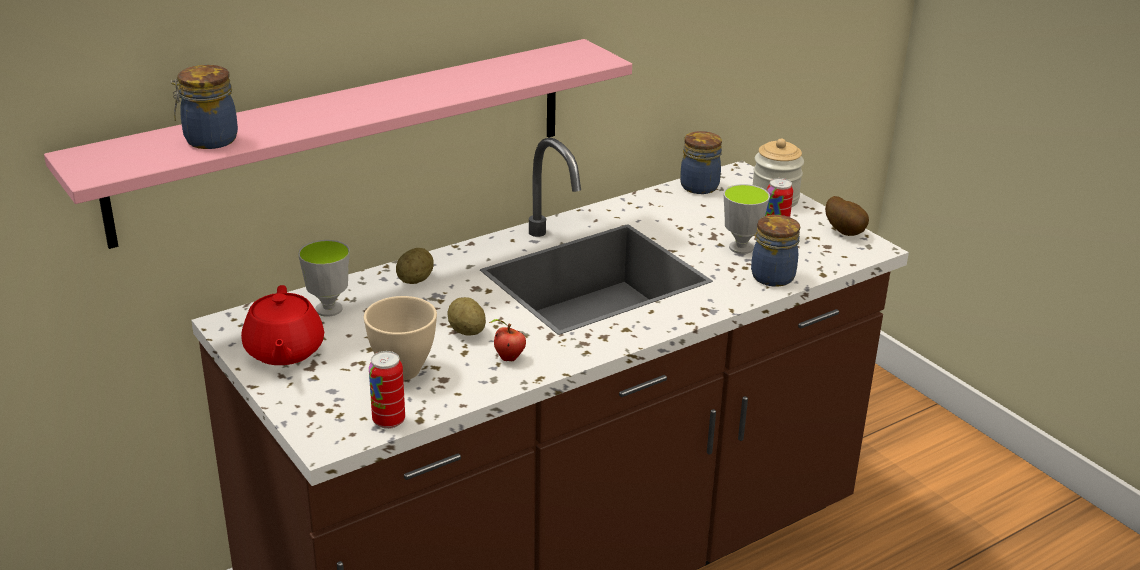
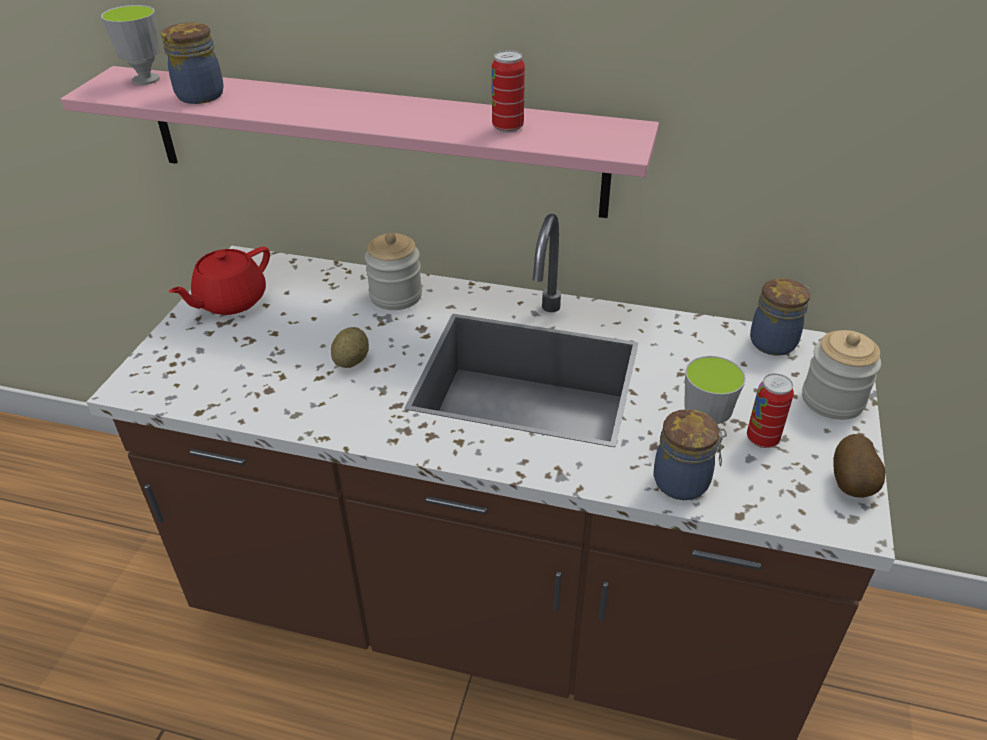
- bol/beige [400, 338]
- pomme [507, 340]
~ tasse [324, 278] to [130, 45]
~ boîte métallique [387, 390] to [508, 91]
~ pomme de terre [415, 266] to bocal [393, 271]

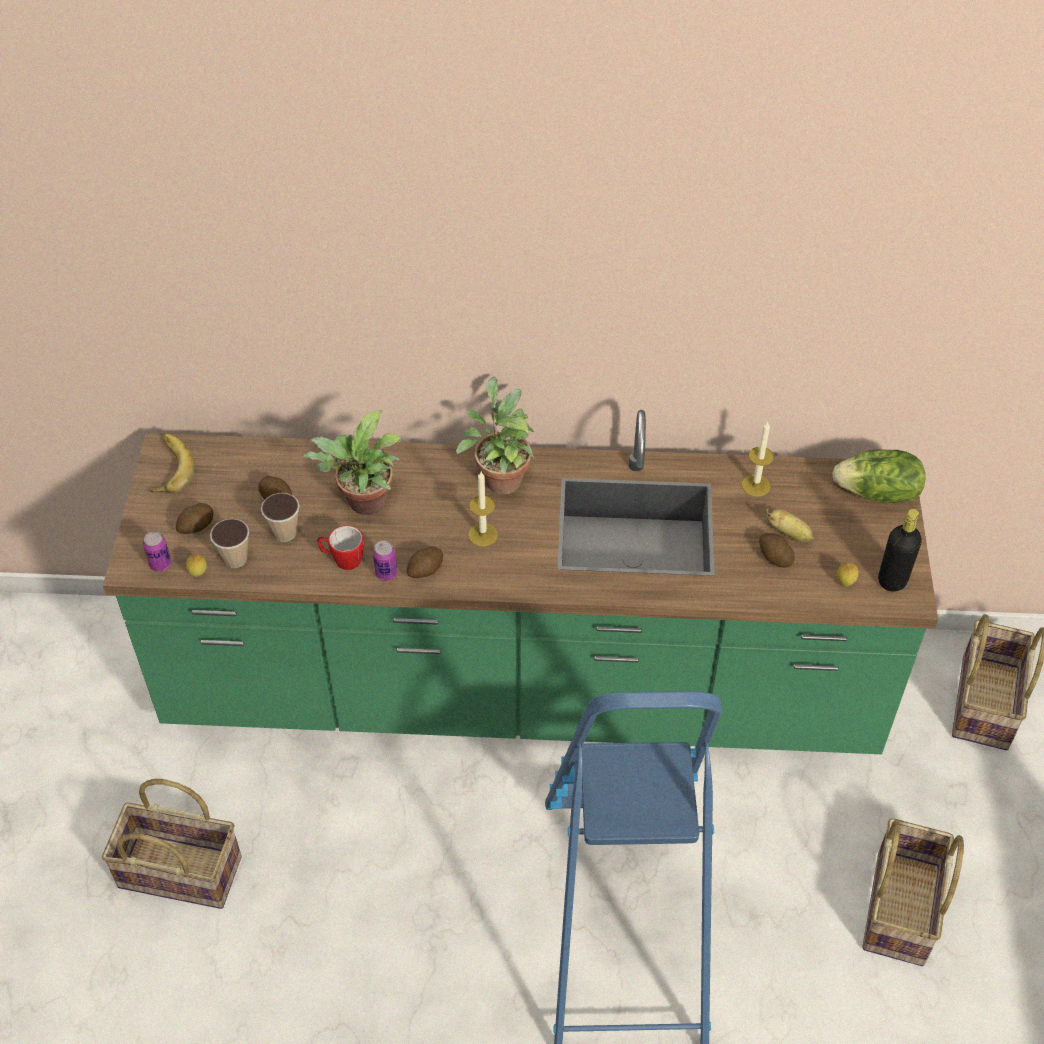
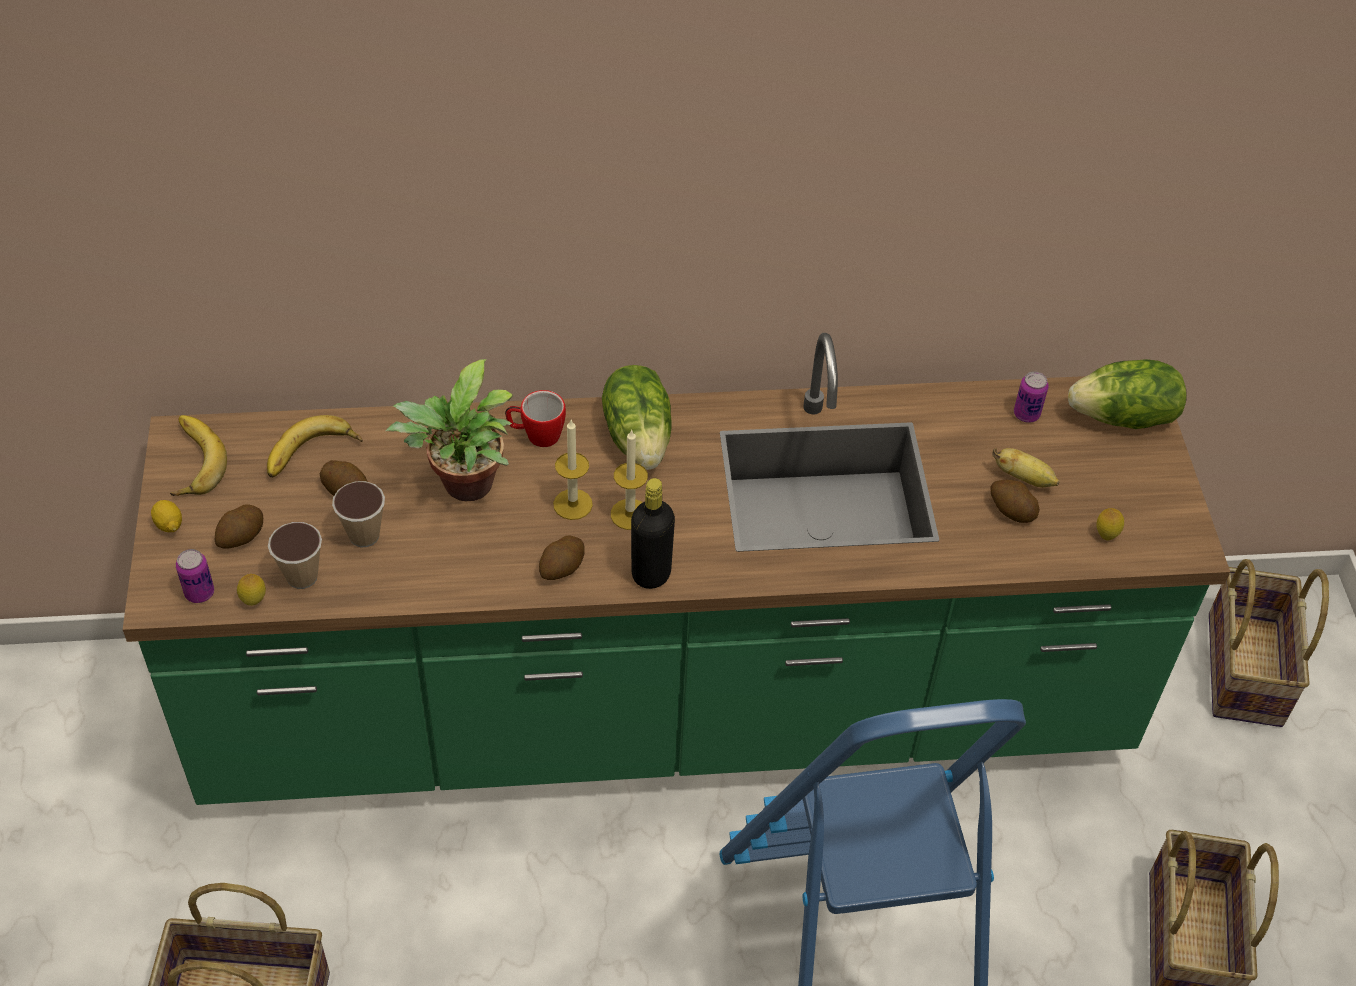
+ citron [166, 516]
+ banane [314, 446]
~ mug [340, 548] to [535, 418]
~ boîte métallique [385, 561] to [1031, 397]
~ bougie [757, 459] to [573, 470]
~ bouteille/noir [900, 550] to [653, 533]
~ plante en pot [495, 435] to laitue [637, 417]

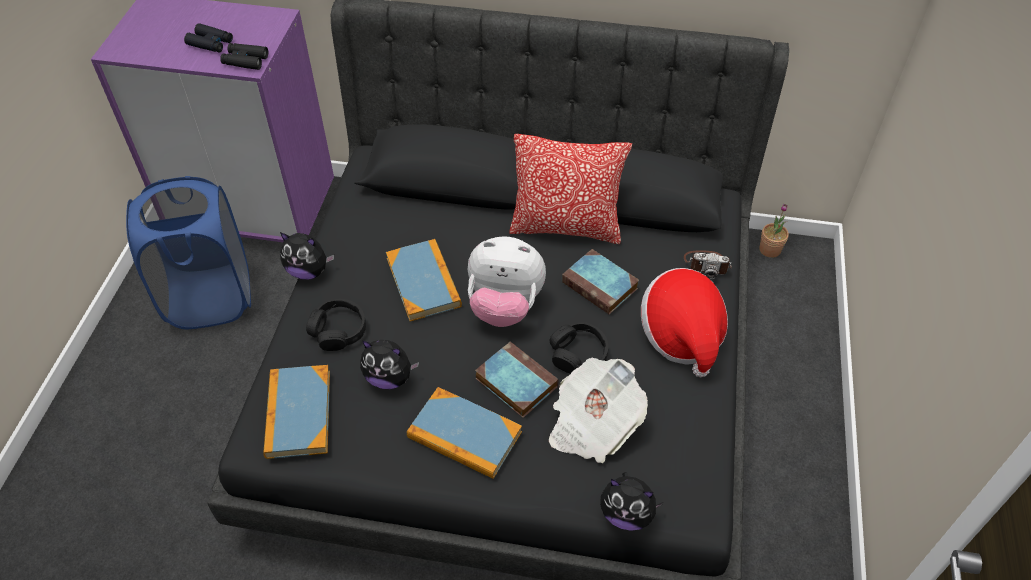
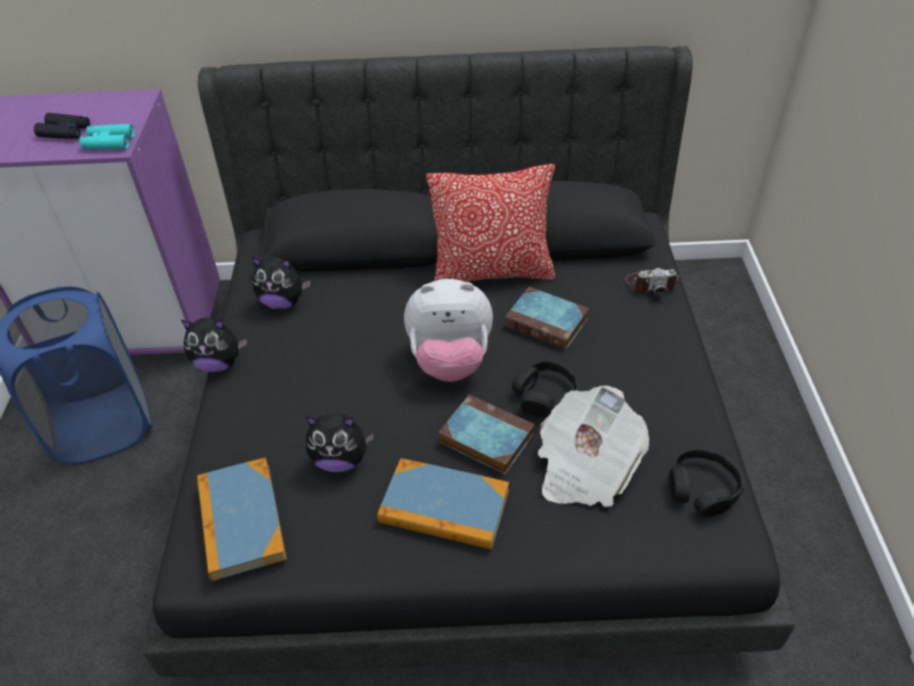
- livre [424, 280]
- chapeau [684, 323]
- plante en pot [774, 231]
~ casque audio/noir [336, 325] to [706, 482]
~ peluche [632, 501] to [281, 283]
~ jumelles/noir [244, 56] to jumelles/turquoise [107, 136]

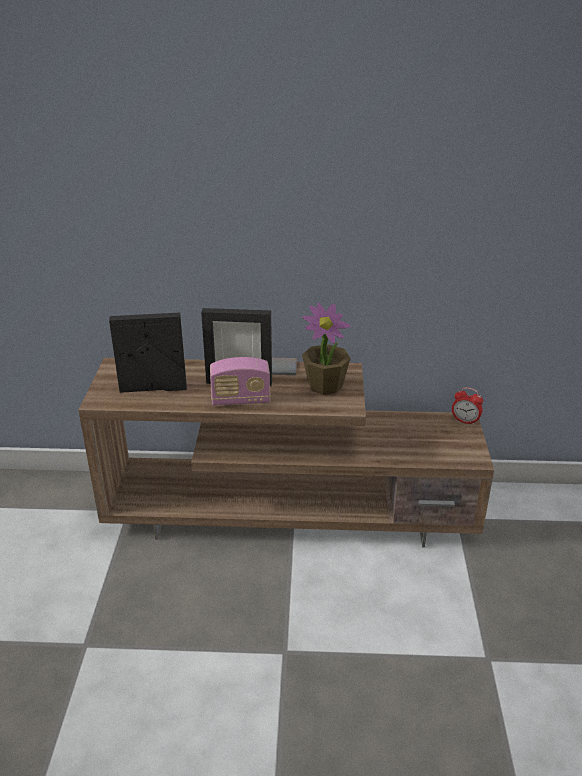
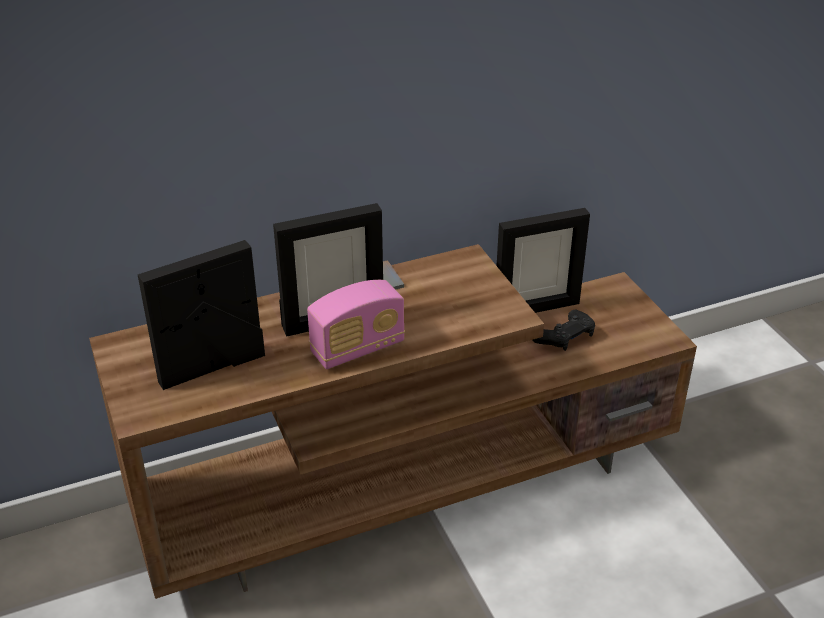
- plante en pot [326, 349]
- réveil [467, 406]
+ cadre photo [543, 260]
+ manette/noir [563, 330]

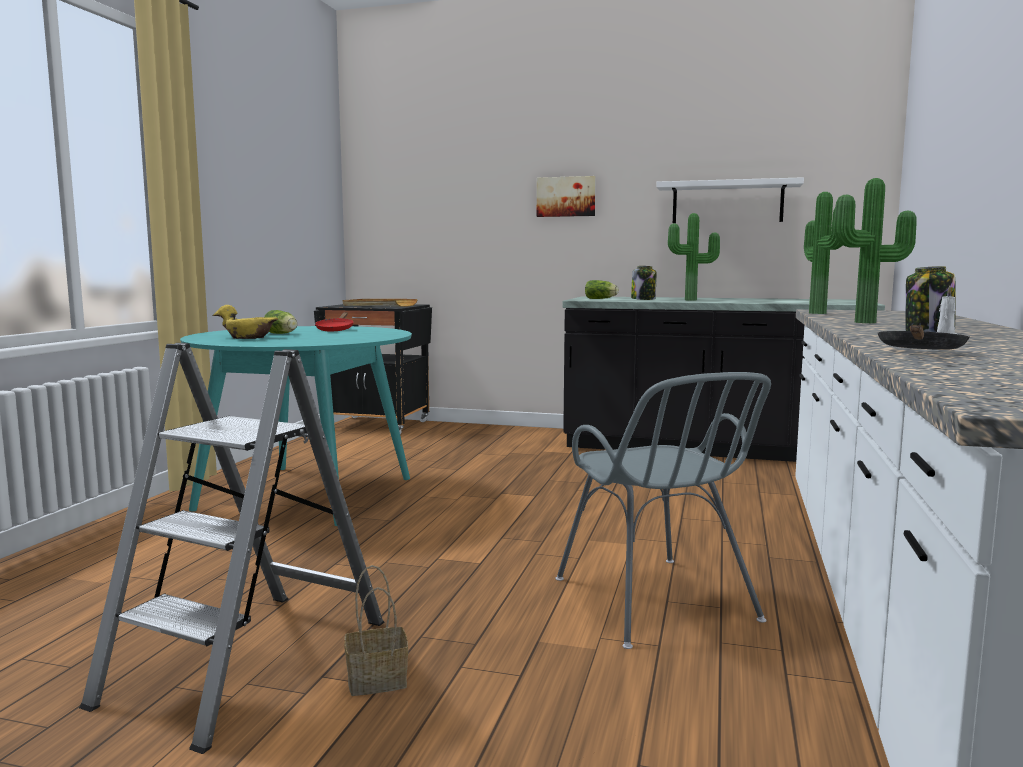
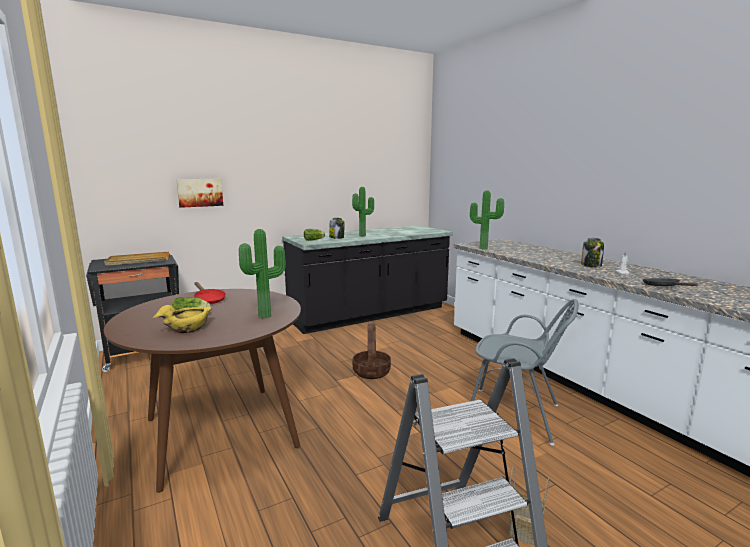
- étagère/blanc [730, 200]
+ panier [372, 351]
~ tableau [566, 196] to [199, 193]
~ plante en pot [875, 250] to [262, 274]
~ table à manger/turquoise [296, 426] to table à manger/marron [202, 391]

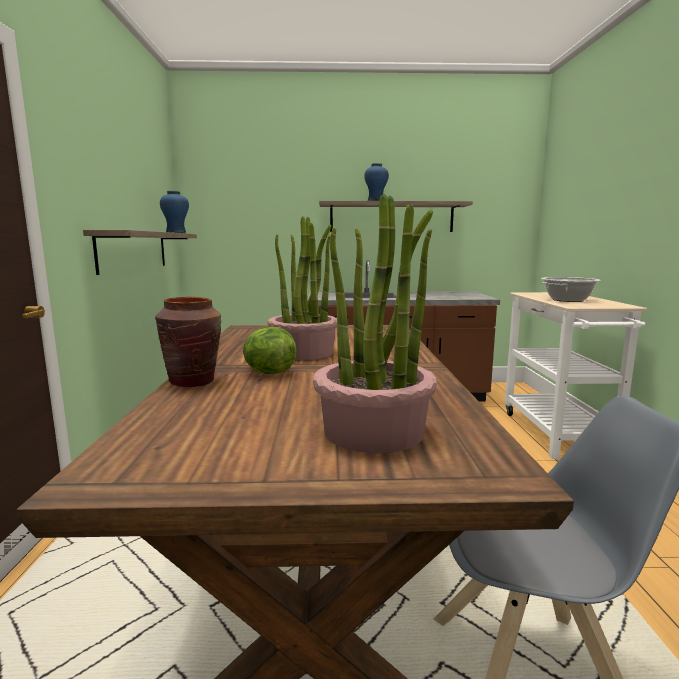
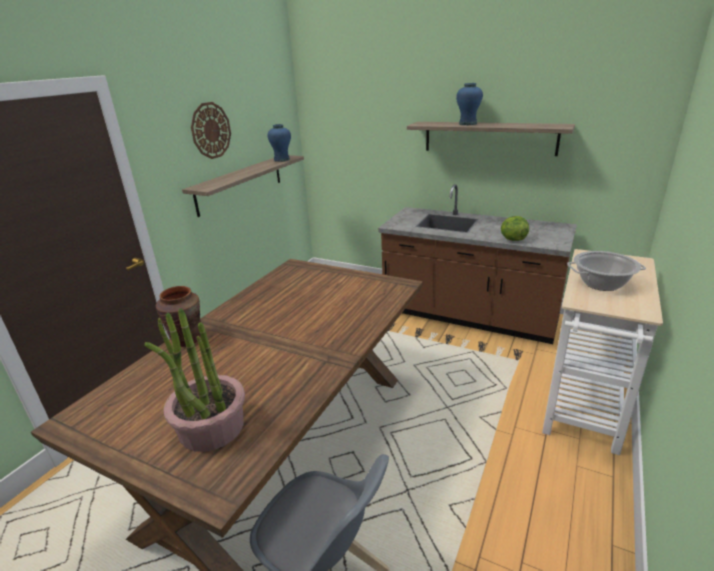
- plante en pot [302, 288]
+ horloge murale [211, 130]
~ laitue [270, 350] to [515, 228]

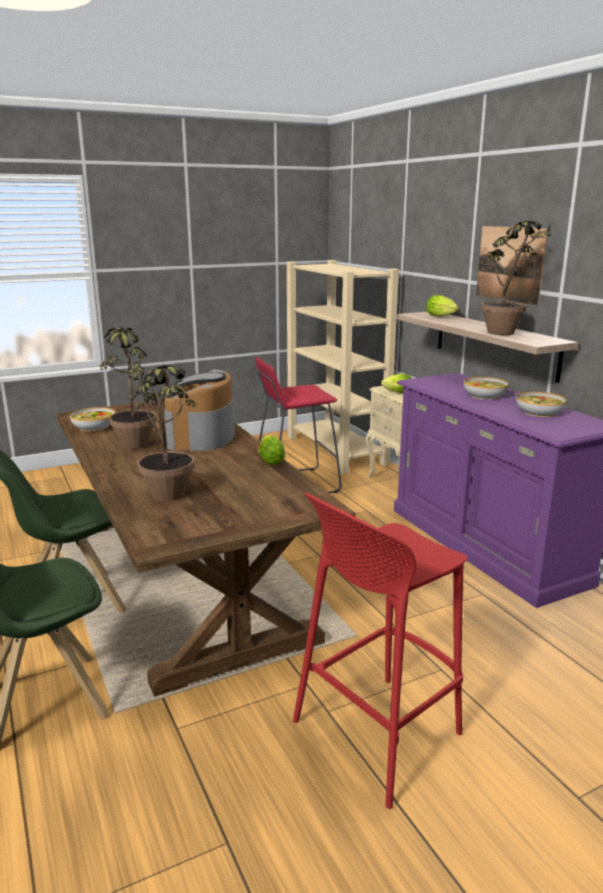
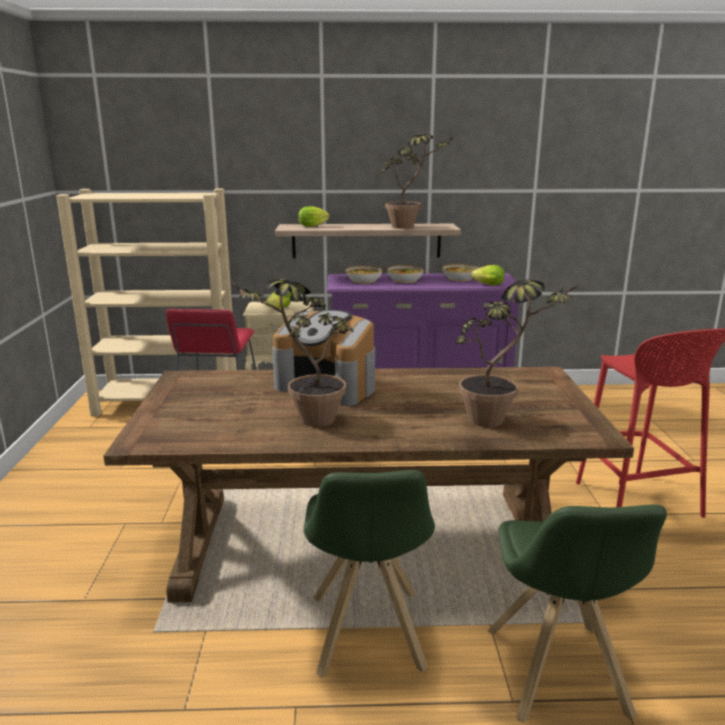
- tableau [512, 266]
~ bol [92, 419] to [364, 275]
~ laitue [272, 450] to [488, 275]

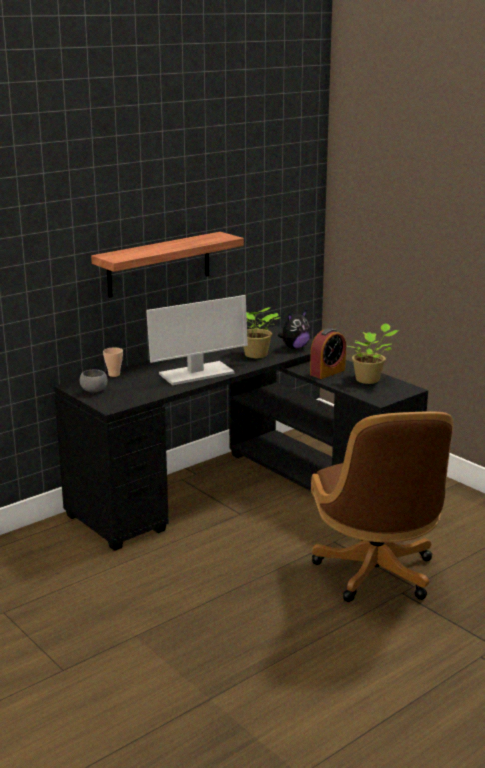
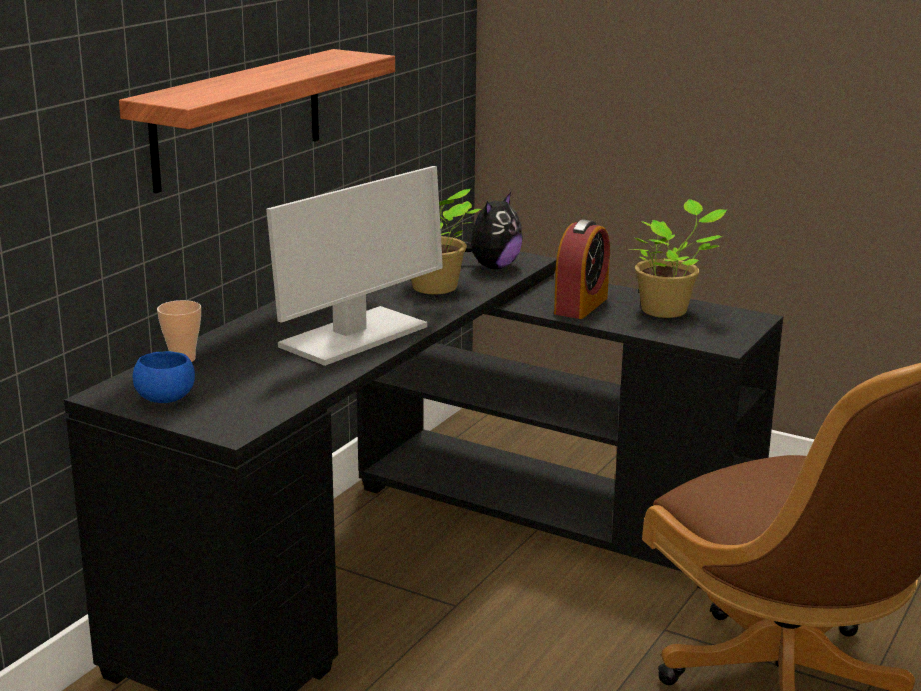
~ bol/gris [94, 381] to bol/bleu [164, 377]

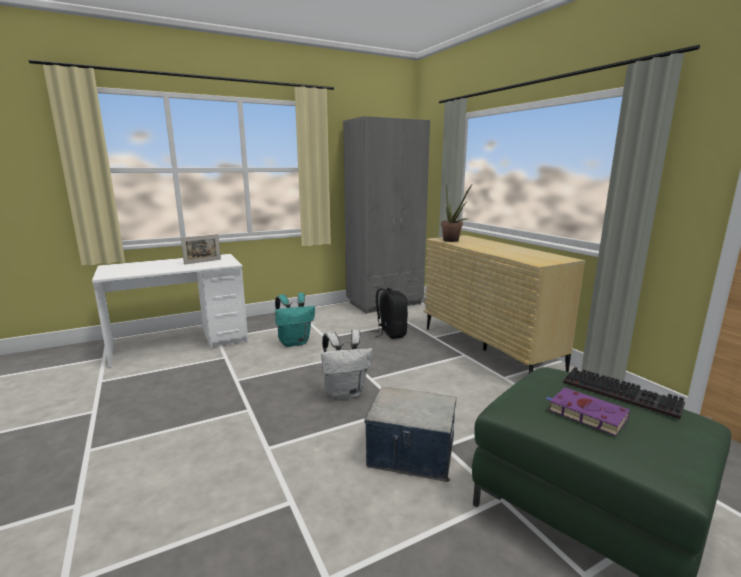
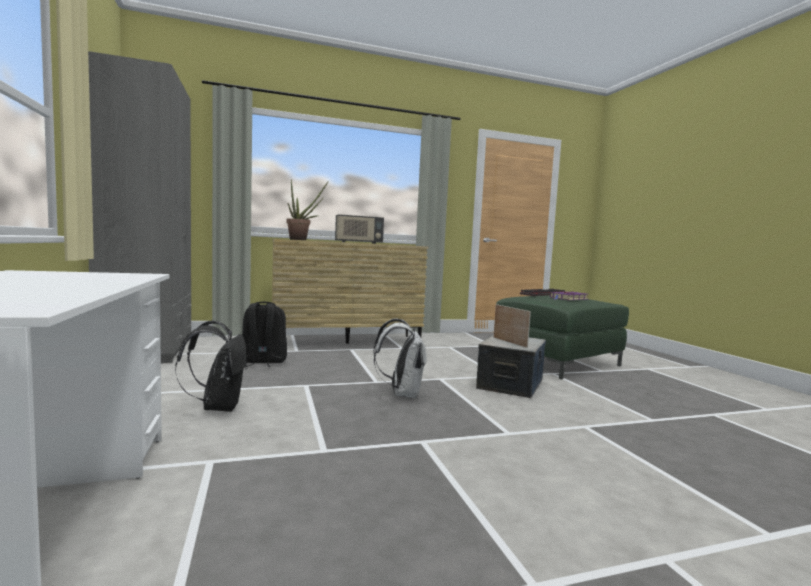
+ radio [359, 229]
~ cadre photo [201, 249] to [512, 326]
~ sac à dos/turquoise [295, 320] to sac à dos/noir [211, 366]

